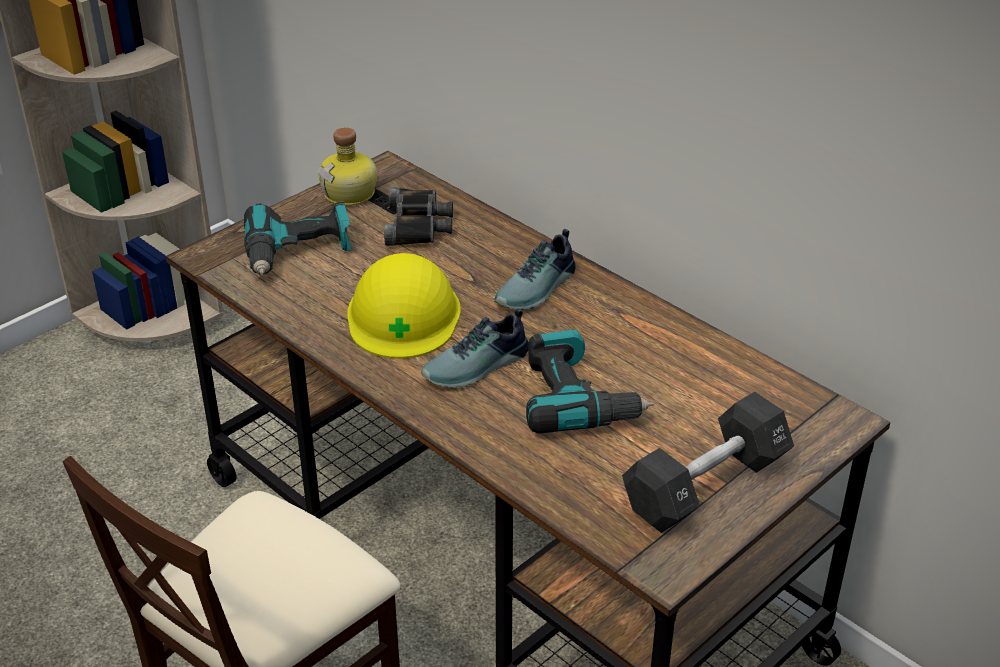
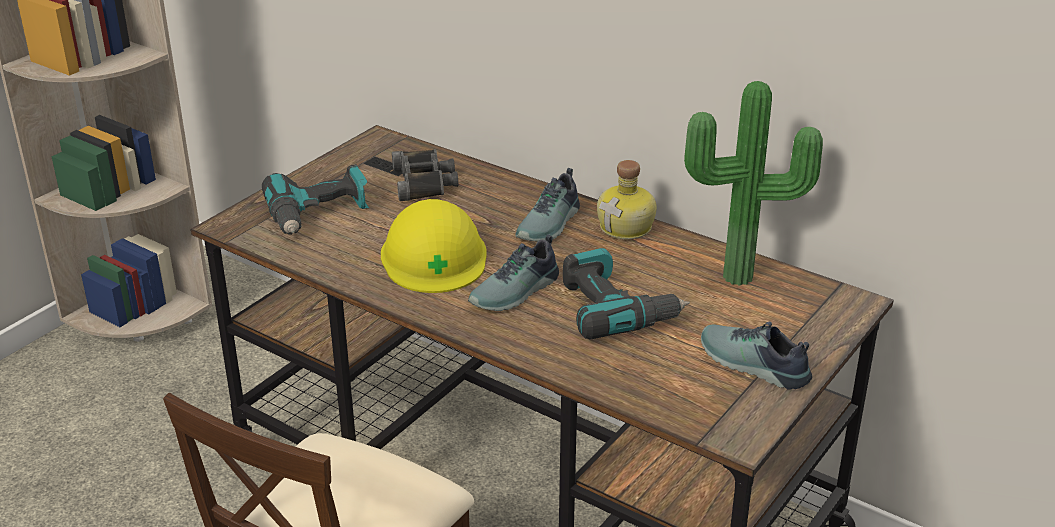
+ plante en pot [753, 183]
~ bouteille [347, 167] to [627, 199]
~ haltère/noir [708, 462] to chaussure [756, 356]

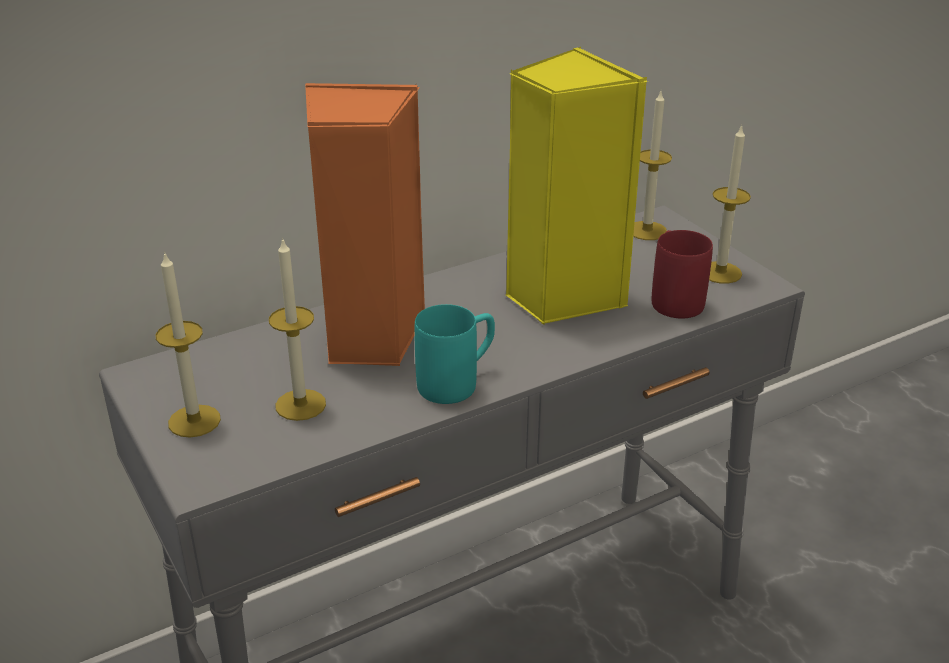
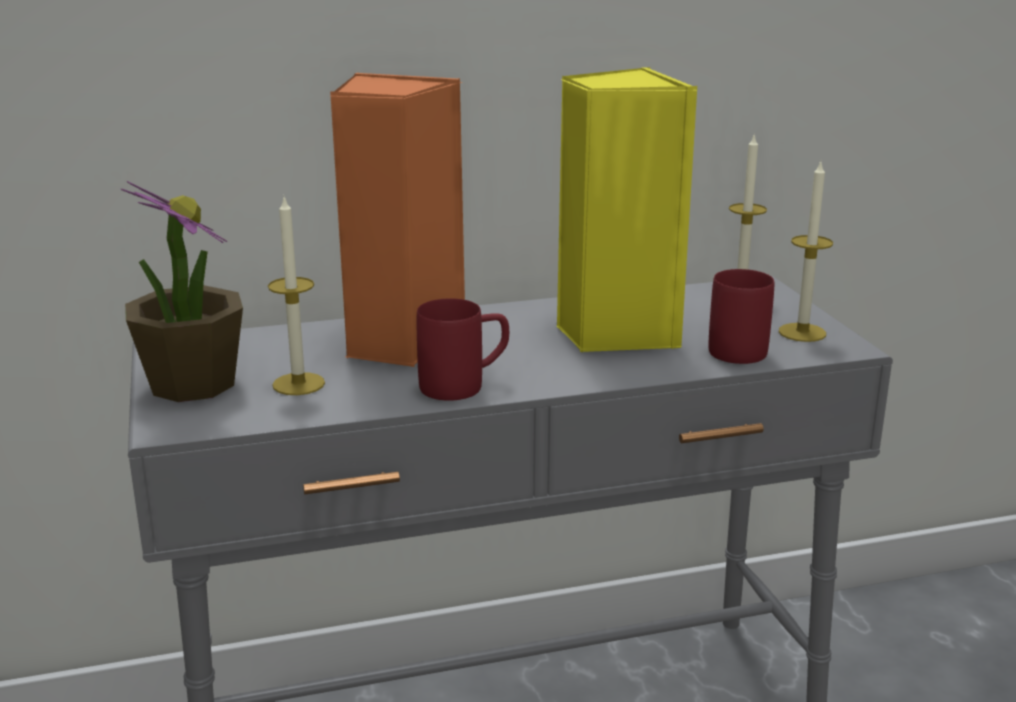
~ bougie [188, 344] to plante en pot [181, 291]
~ mug/turquoise [454, 354] to mug/rouge [463, 349]

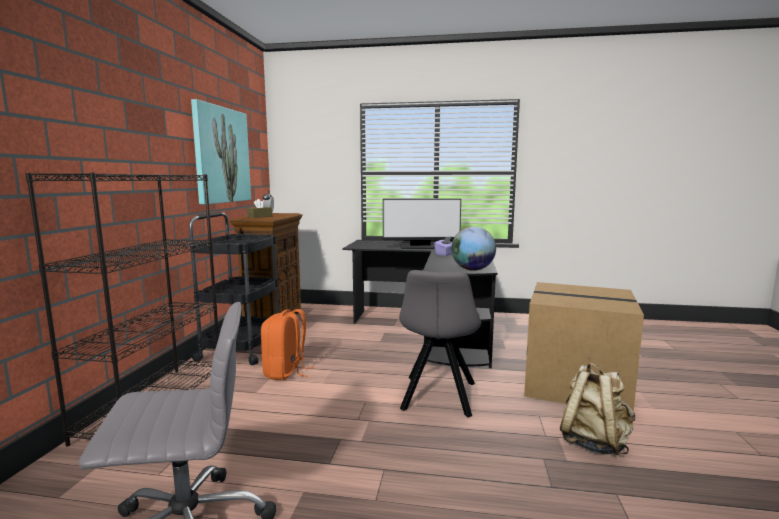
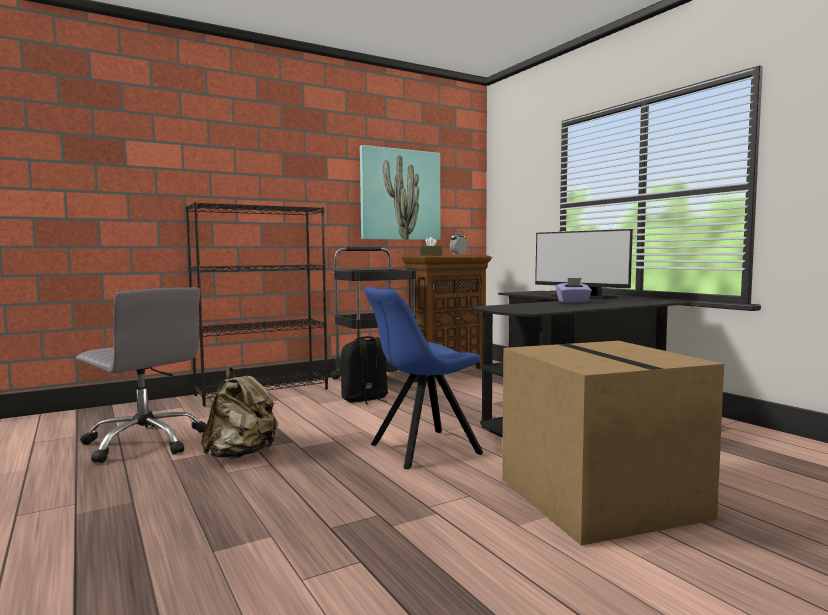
- globe [473, 249]
~ sac à dos/beige [597, 408] to [239, 413]
~ sac à dos/orange [287, 344] to sac à dos/noir [364, 370]
~ chaise/gris [440, 343] to chaise/bleu [423, 378]

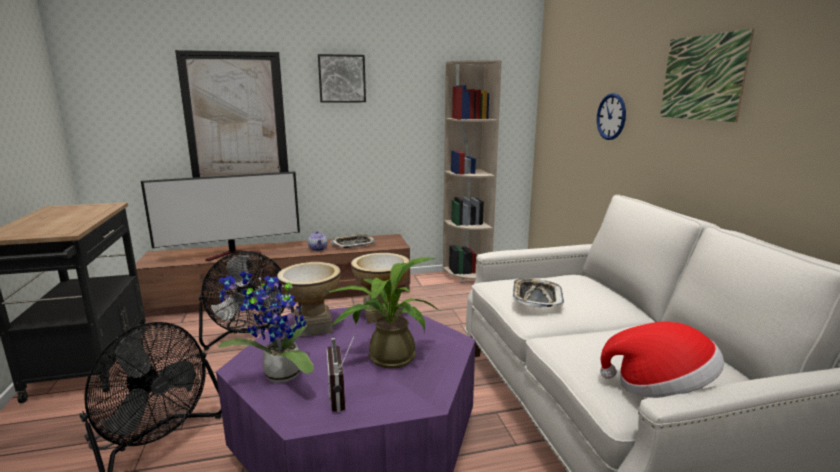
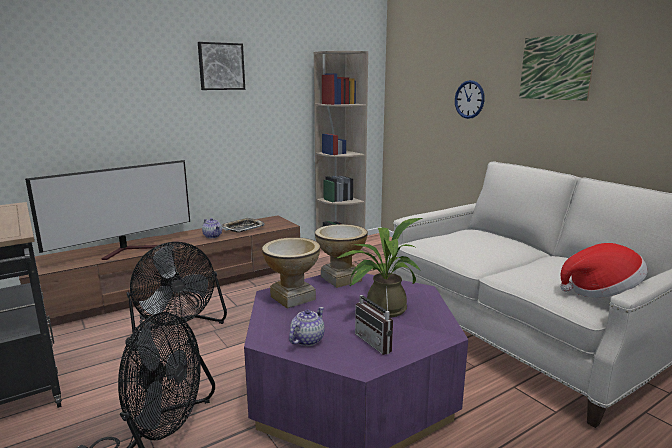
- tableau [232, 114]
- plateau [538, 293]
~ plante en pot [266, 327] to théière [307, 326]

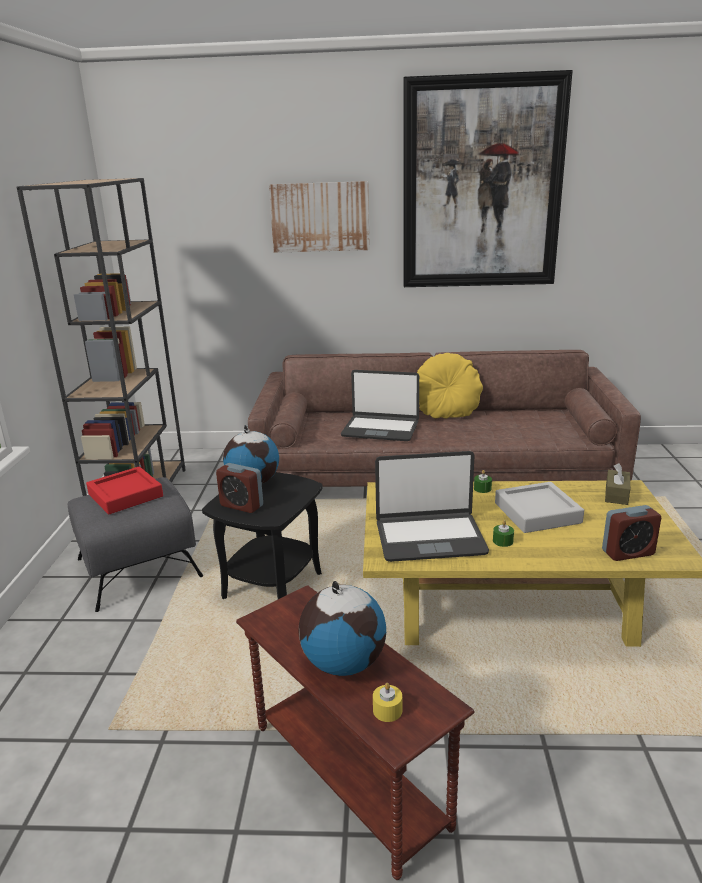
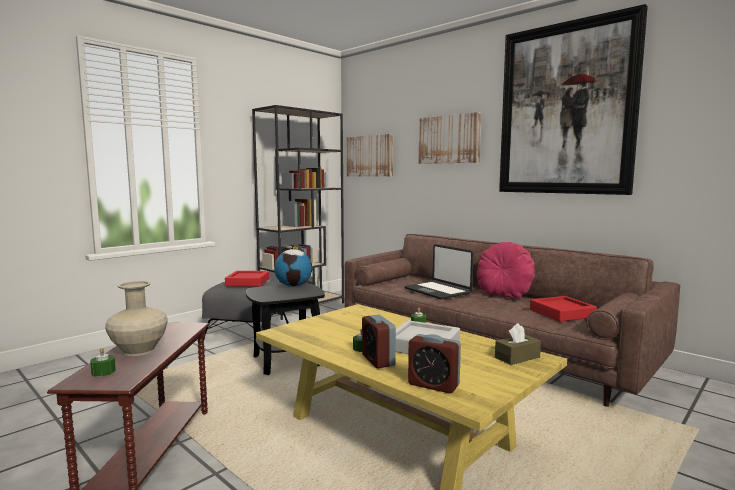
- ordinateur portable [432, 506]
+ tableau [370, 155]
+ plateau/rouge [563, 309]
~ réveil [239, 488] to [379, 341]
~ globe [342, 628] to vase/beige [136, 318]
~ bougie/jaune [387, 702] to bougie/vert [103, 362]
~ coussin/jaune [450, 386] to coussin/rose [506, 270]

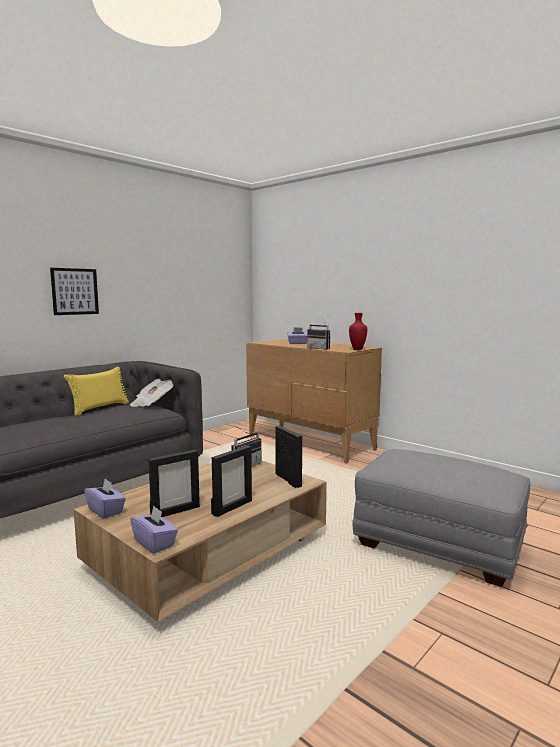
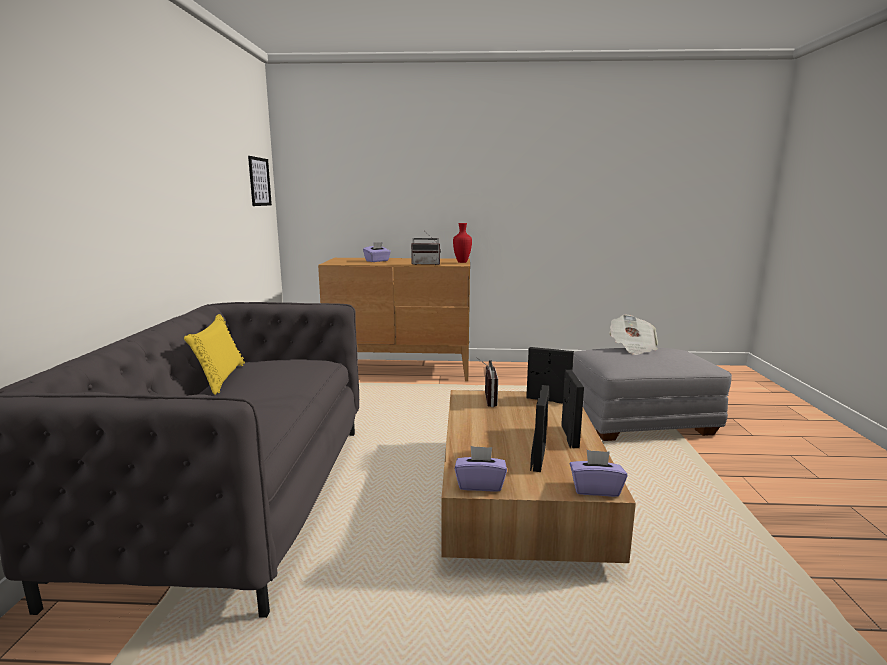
~ tableau [74, 291] to [260, 181]
~ journal [152, 393] to [633, 335]

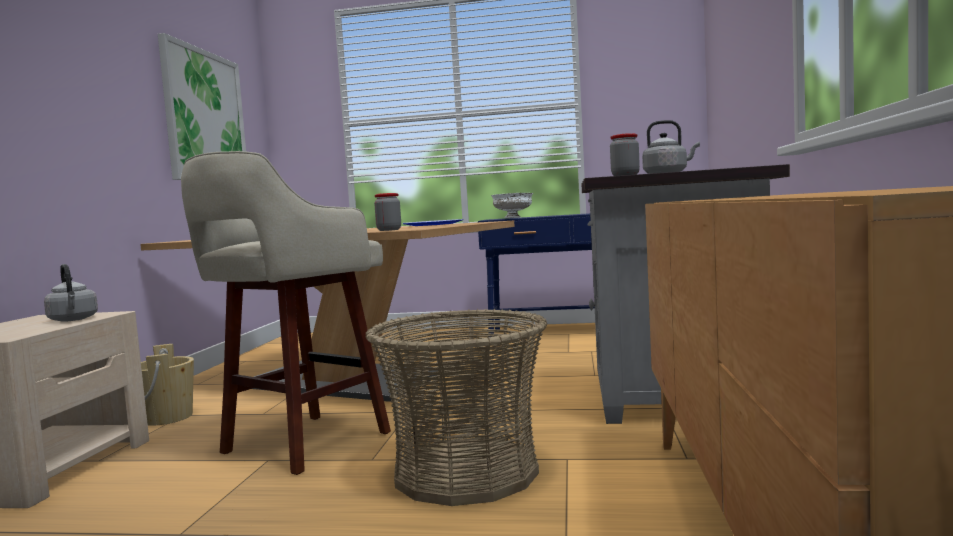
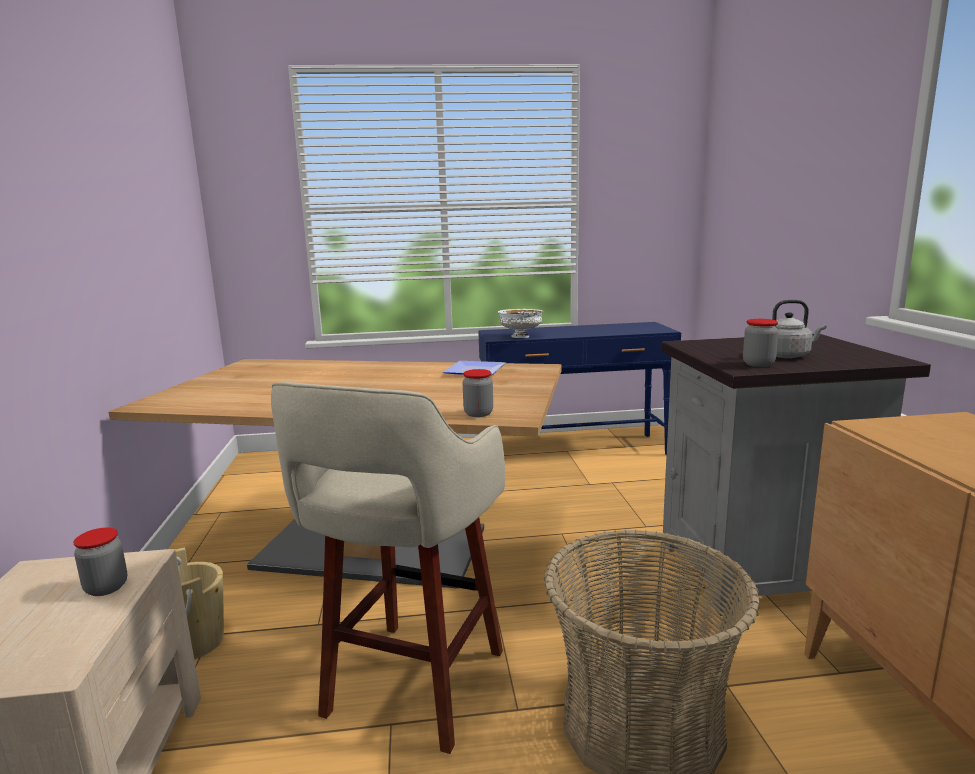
- tableau [202, 106]
~ bouilloire/gris [71, 293] to bocal [100, 562]

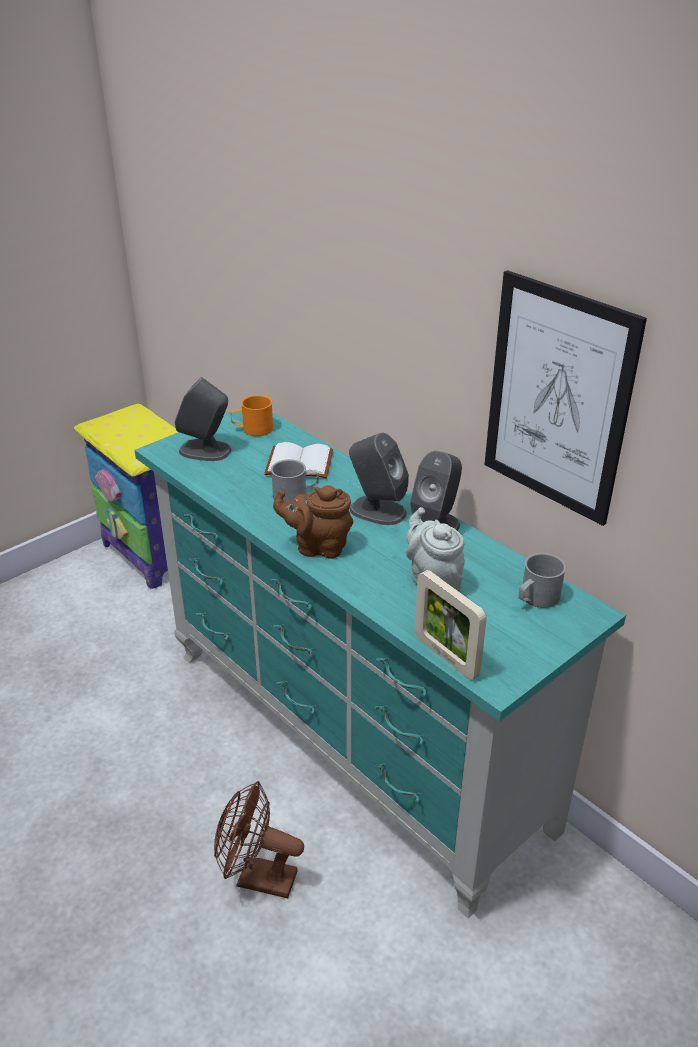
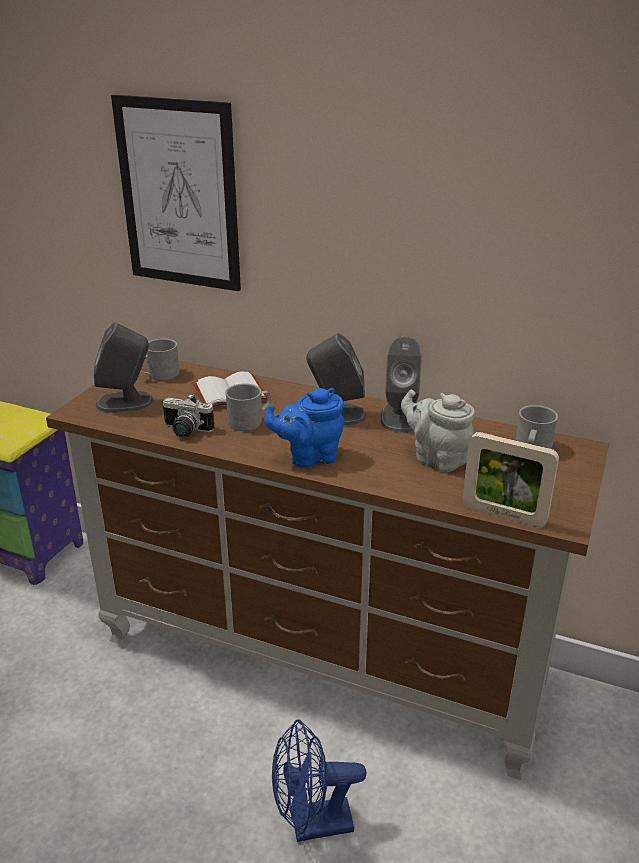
+ appareil photo [188, 416]
~ tableau [566, 398] to [176, 193]
~ commode/turquoise [380, 663] to commode/marron [327, 568]
~ ventilateur/marron [259, 839] to ventilateur/bleu [319, 780]
~ mug/orange [252, 415] to mug/gris [159, 359]
~ théière/marron [313, 522] to théière/bleu [304, 428]

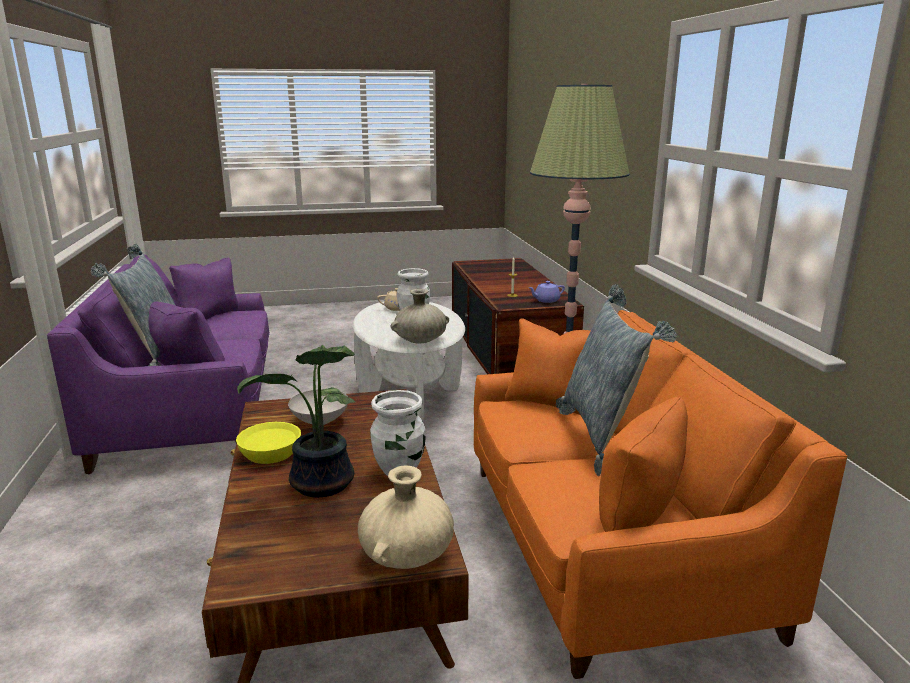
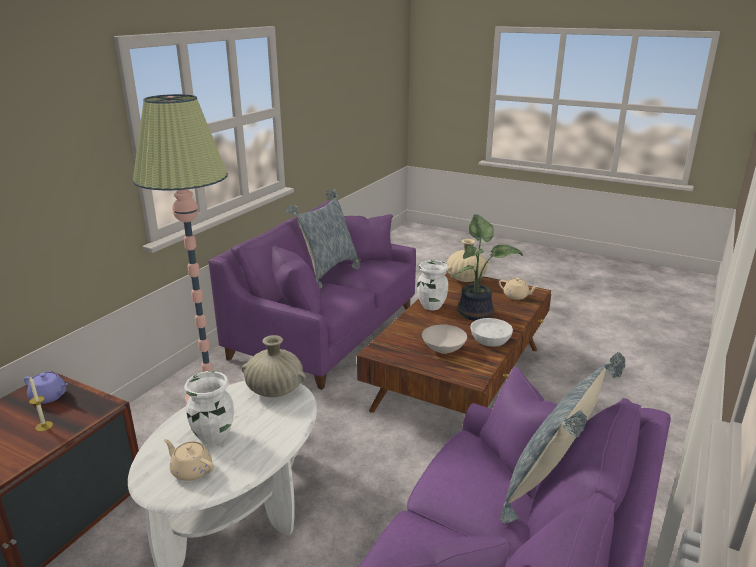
+ théière/beige [518, 289]
~ bol/jaune [268, 443] to bol/blanc [492, 332]
~ canapé/orange [661, 494] to canapé/violet [312, 295]

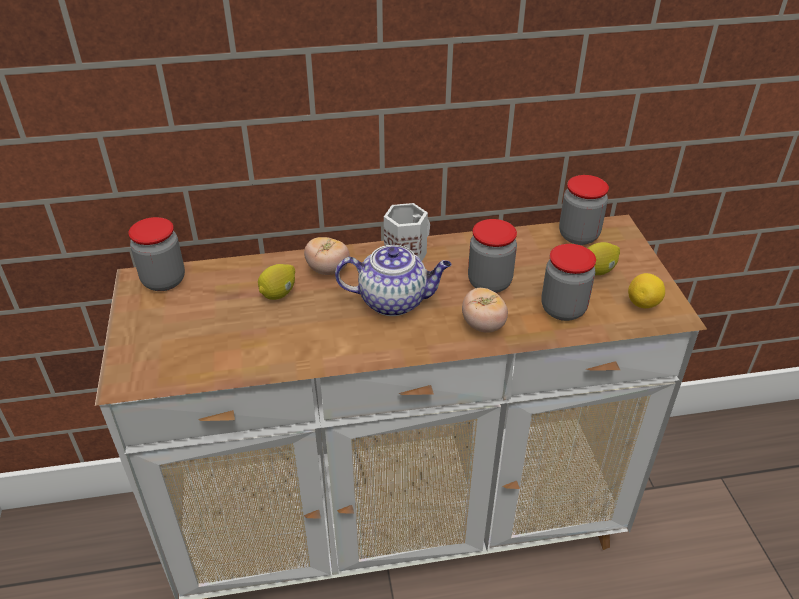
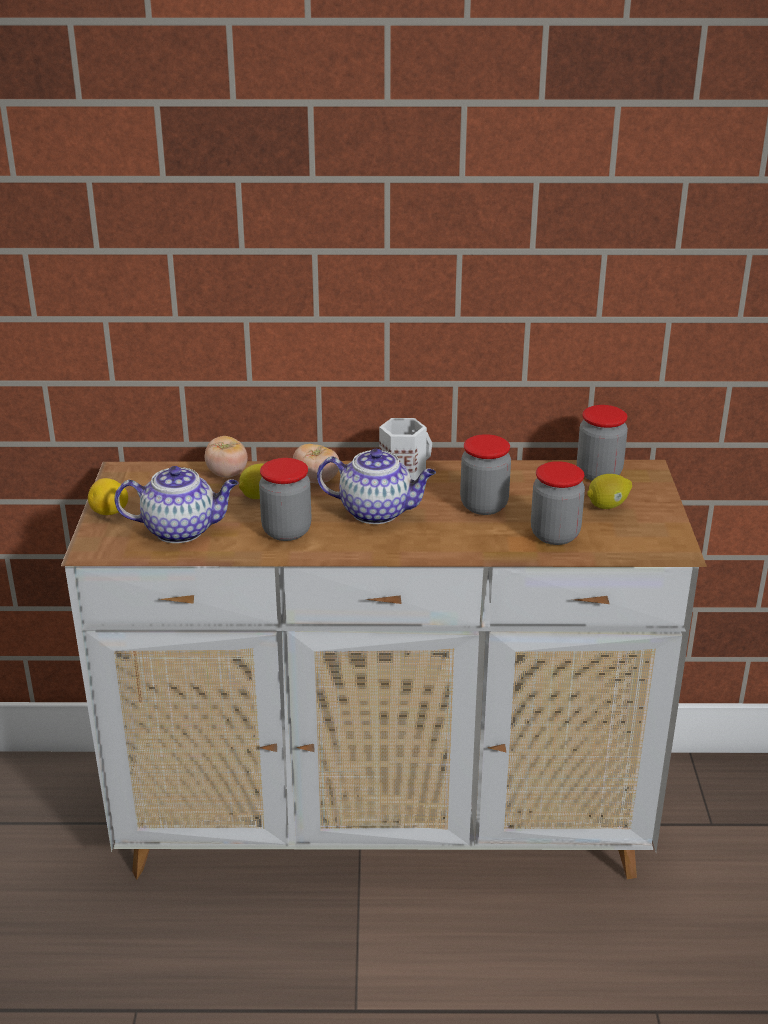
+ théière [176, 504]
~ bocal [156, 254] to [285, 499]
~ tomate [485, 310] to [226, 457]
~ citron [646, 290] to [108, 496]

